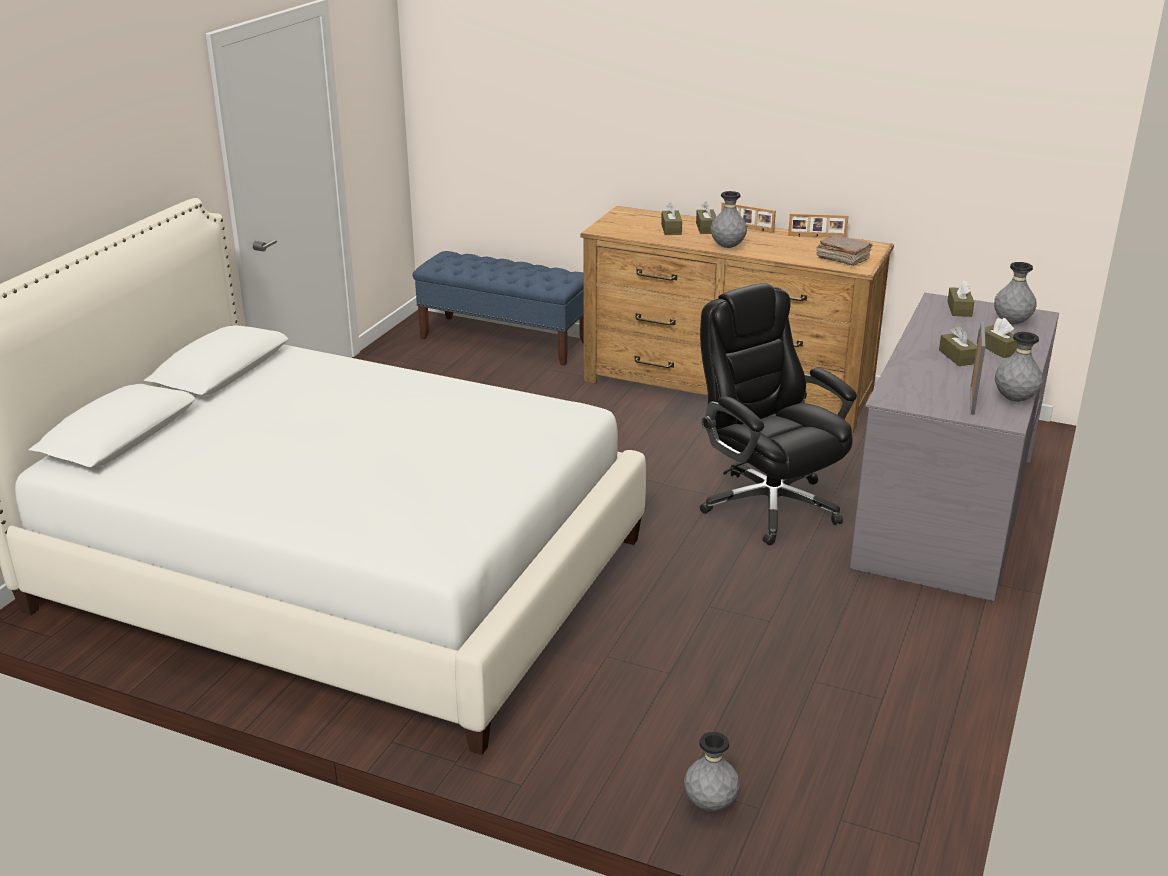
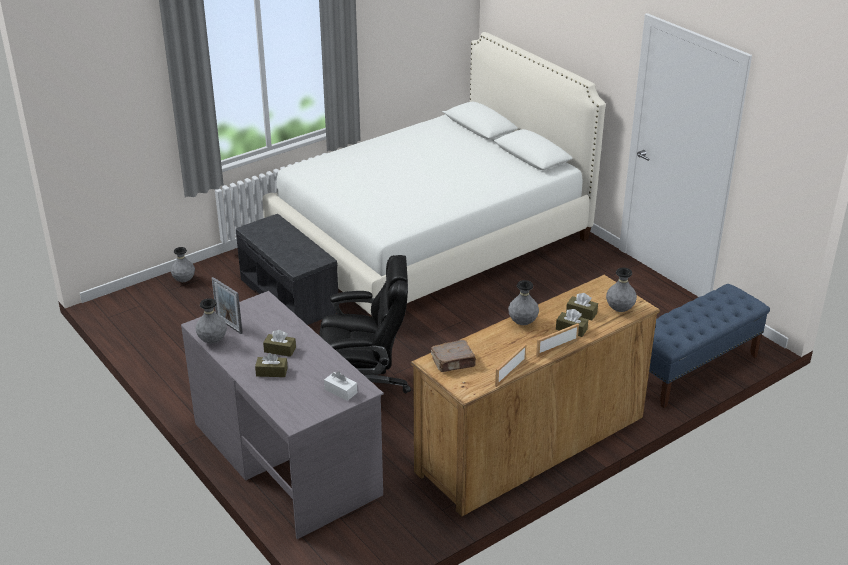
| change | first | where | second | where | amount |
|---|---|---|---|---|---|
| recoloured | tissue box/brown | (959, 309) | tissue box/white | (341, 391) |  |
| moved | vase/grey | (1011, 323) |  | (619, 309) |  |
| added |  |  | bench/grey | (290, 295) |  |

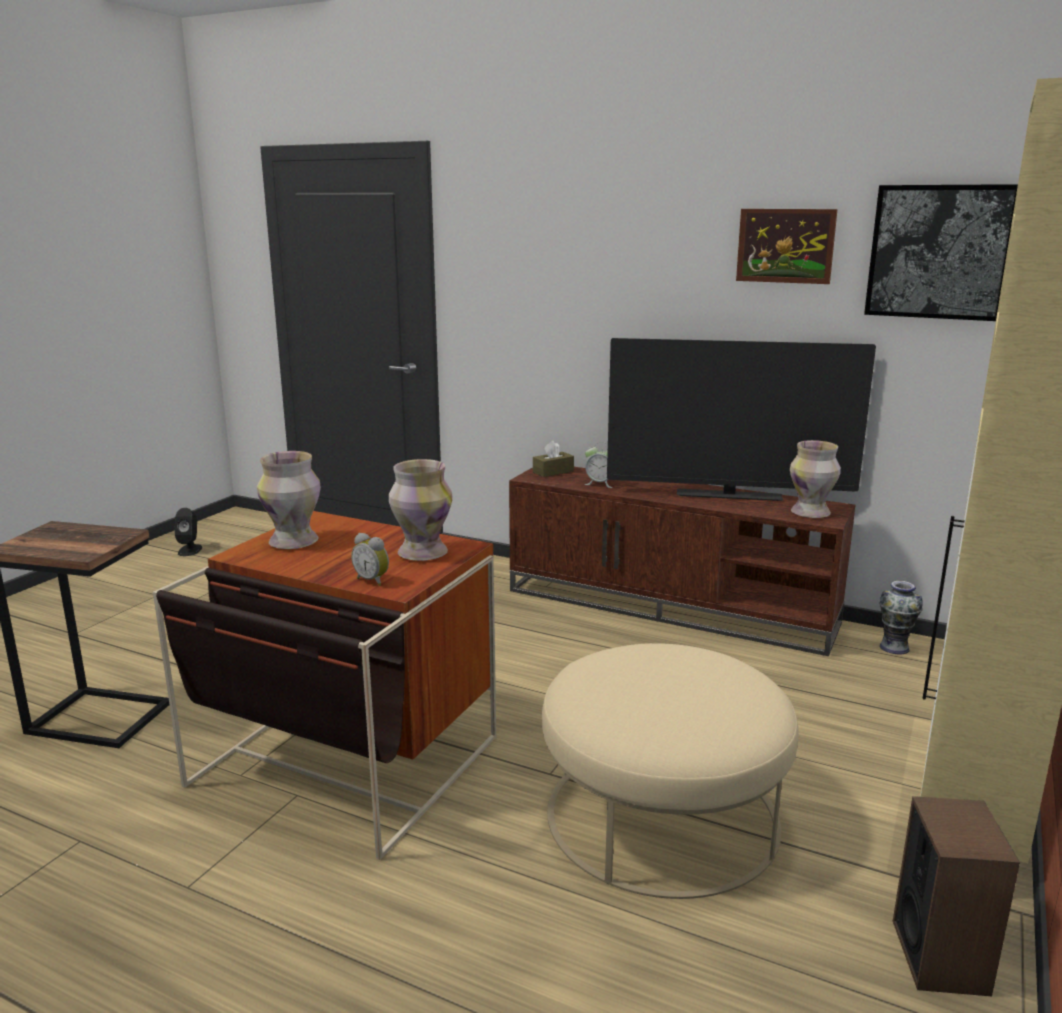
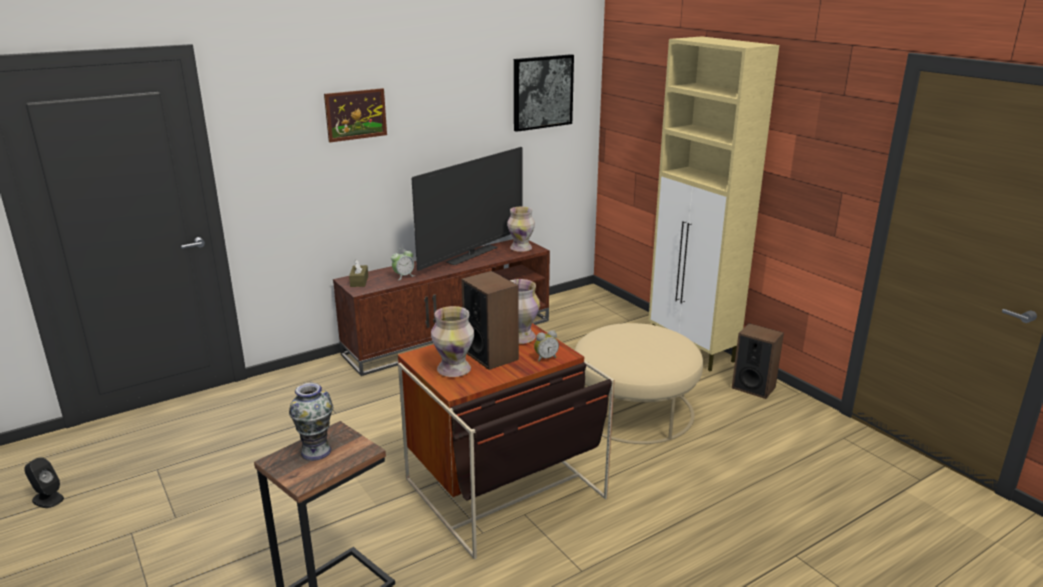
| change | first | where | second | where | amount |
|---|---|---|---|---|---|
| moved | picture | (785, 246) |  | (356, 114) |  |
| moved | vase | (894, 647) |  | (316, 451) |  |
| added |  |  | speaker | (491, 355) |  |

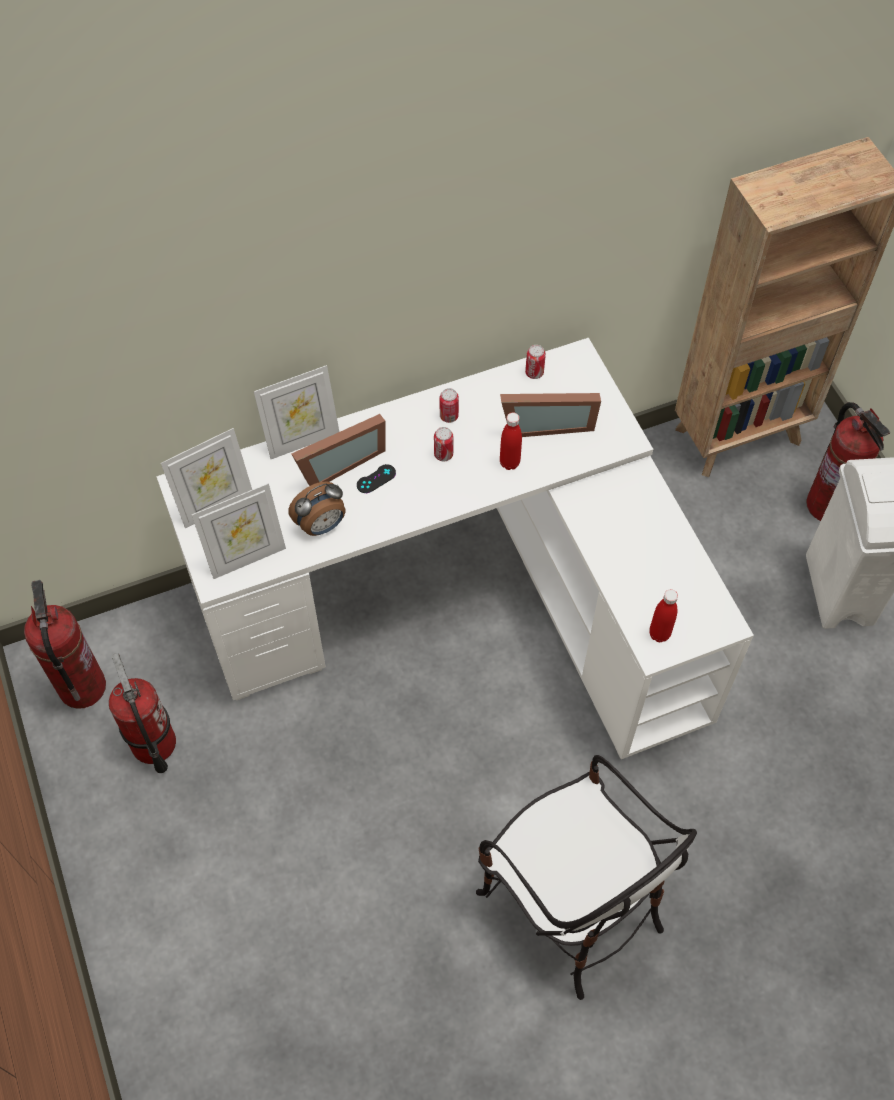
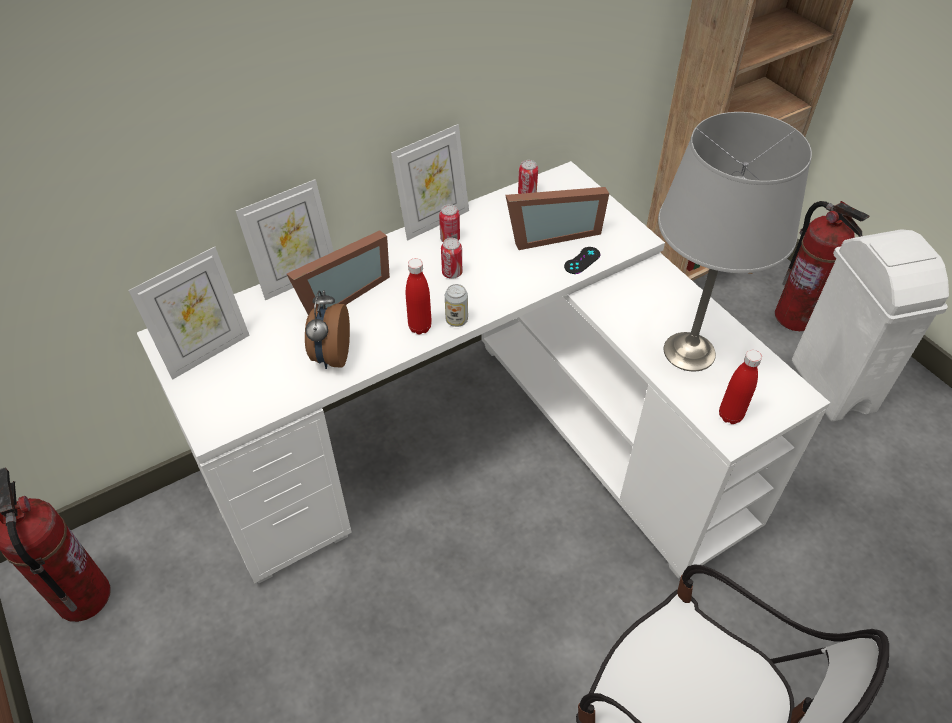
| change | first | where | second | where | amount |
|---|---|---|---|---|---|
| removed | fire extinguisher | (153, 744) |  |  |  |
| moved | picture frame | (246, 557) |  | (434, 221) |  |
| turned | alarm clock | (321, 525) |  | (331, 356) | 135 degrees clockwise |
| moved | game controller/black | (376, 479) |  | (582, 260) |  |
| moved | bottle/red | (509, 463) |  | (420, 327) |  |
| added |  |  | can | (456, 320) |  |
| added |  |  | table lamp/grey | (688, 351) |  |

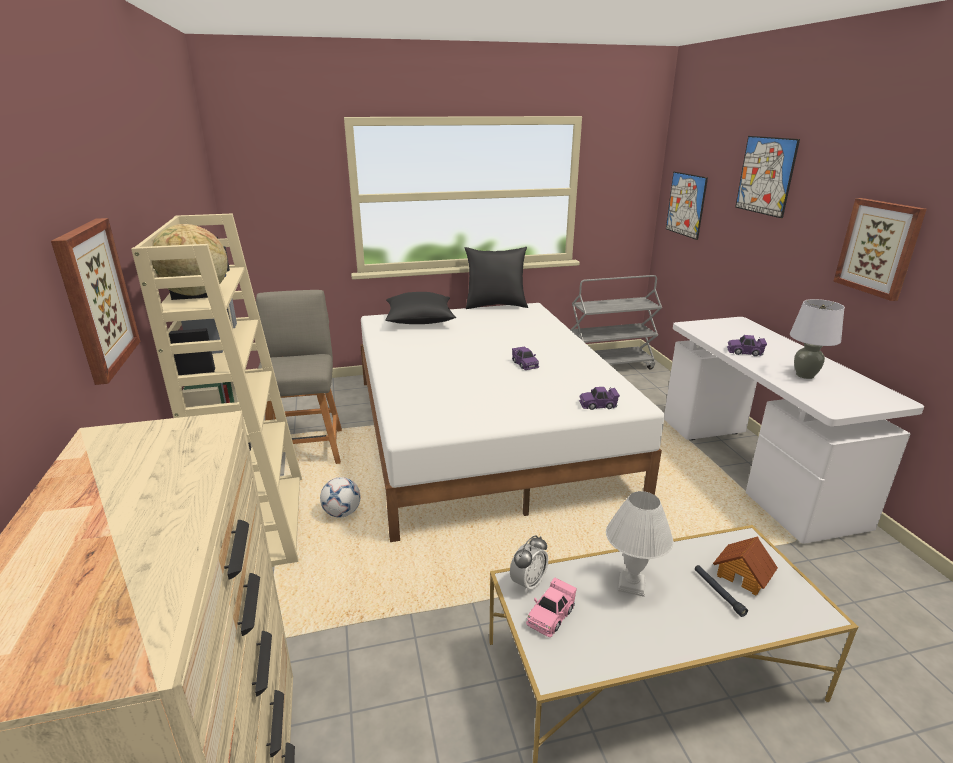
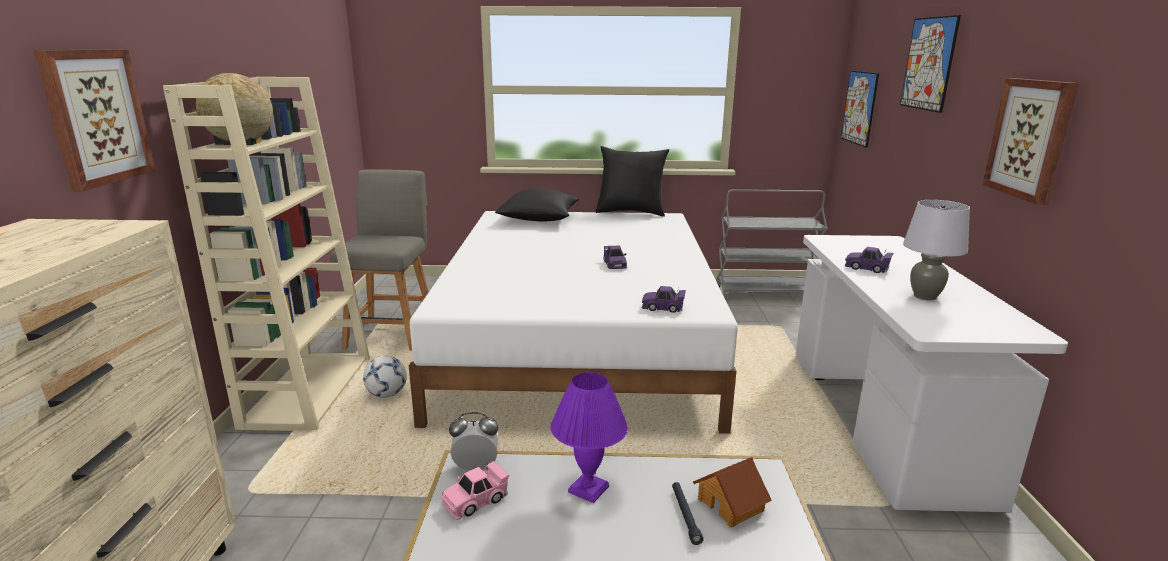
| change | first | where | second | where | amount |
|---|---|---|---|---|---|
| turned | alarm clock | (528, 583) |  | (476, 467) | 150 degrees counterclockwise |
| recoloured | table lamp/white | (631, 584) | table lamp/purple | (588, 488) |  |

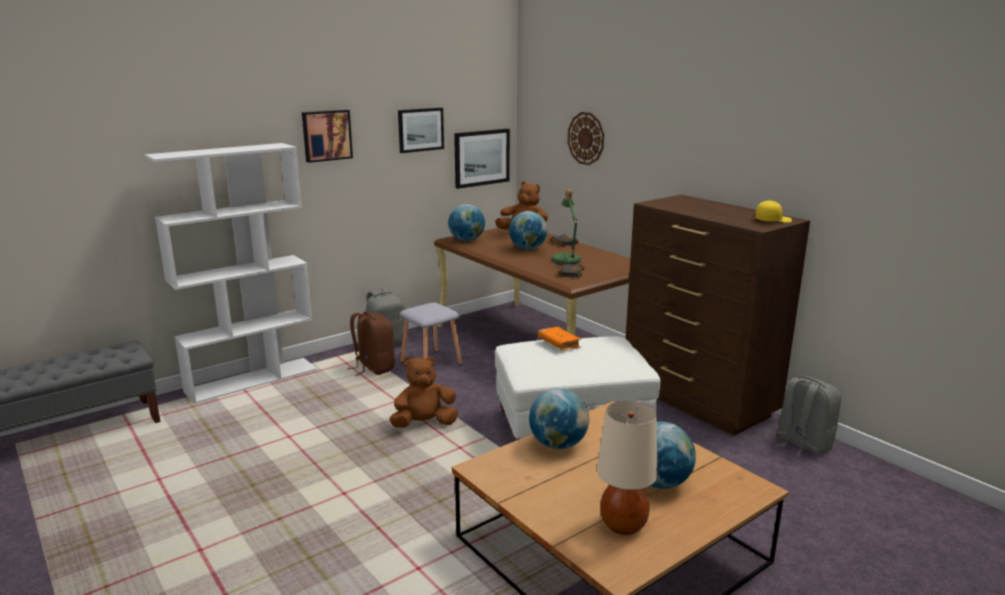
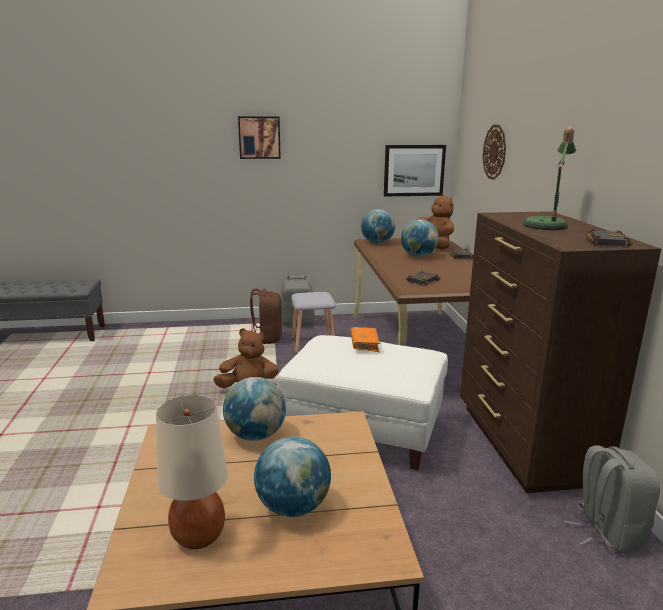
| change | first | where | second | where | amount |
|---|---|---|---|---|---|
| removed | bookcase/white | (252, 380) |  |  |  |
| removed | picture | (420, 129) |  |  |  |
| moved | table lamp | (566, 259) |  | (547, 224) |  |
| replaced | cap/yellow | (772, 220) | book/black | (604, 242) |  |

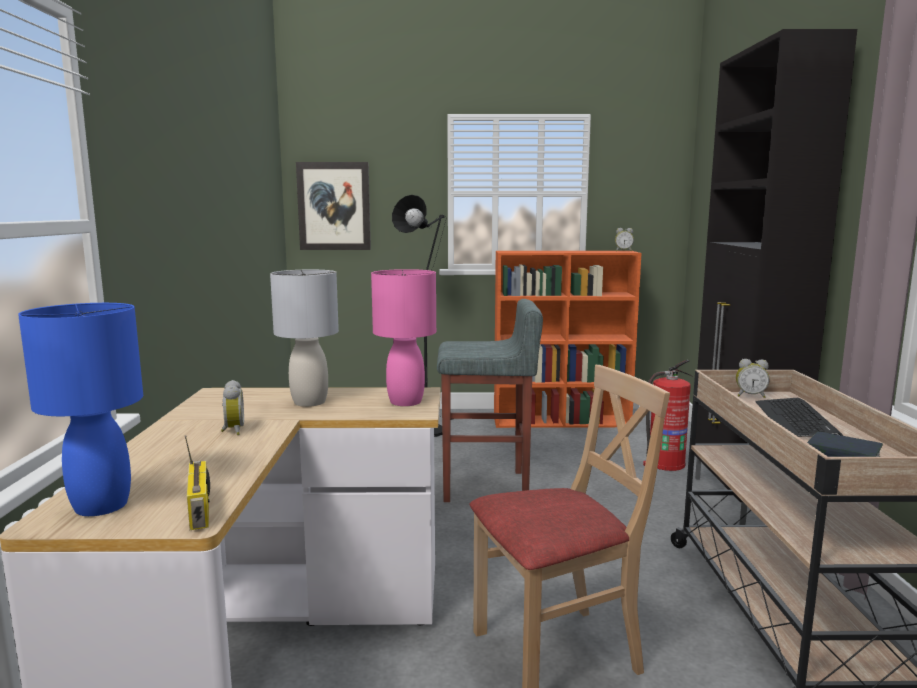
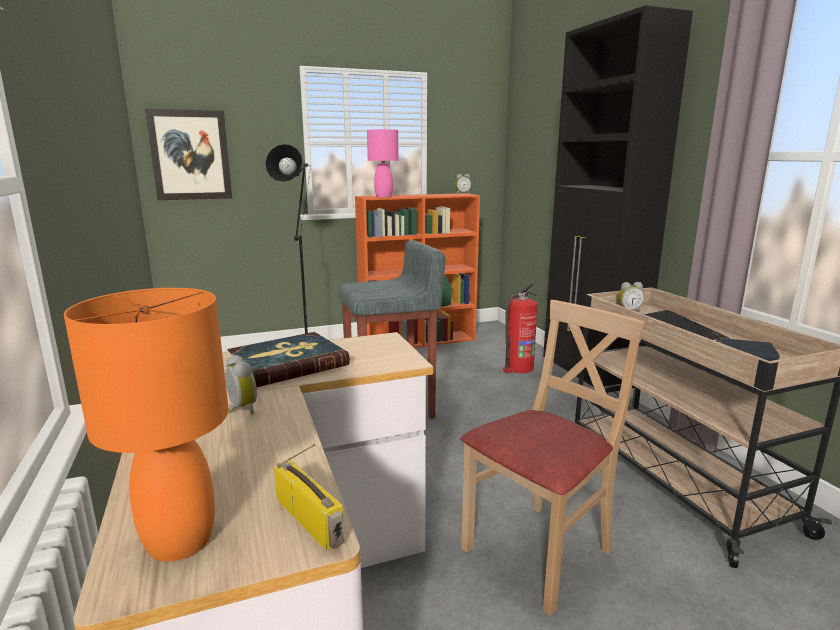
| change | first | where | second | where | amount |
|---|---|---|---|---|---|
| recoloured | table lamp/blue | (102, 506) | table lamp/orange | (181, 541) |  |
| replaced | table lamp/grey | (309, 402) | book | (288, 363) |  |
| moved | table lamp/pink | (405, 402) |  | (383, 196) |  |

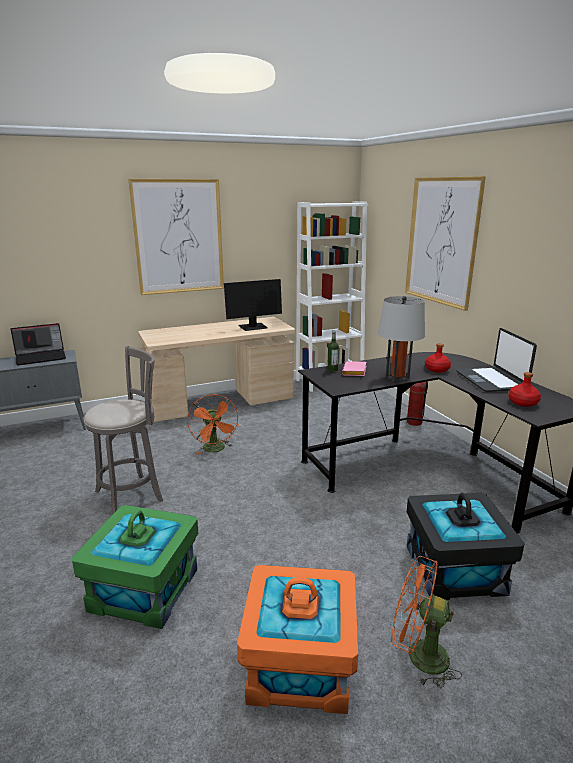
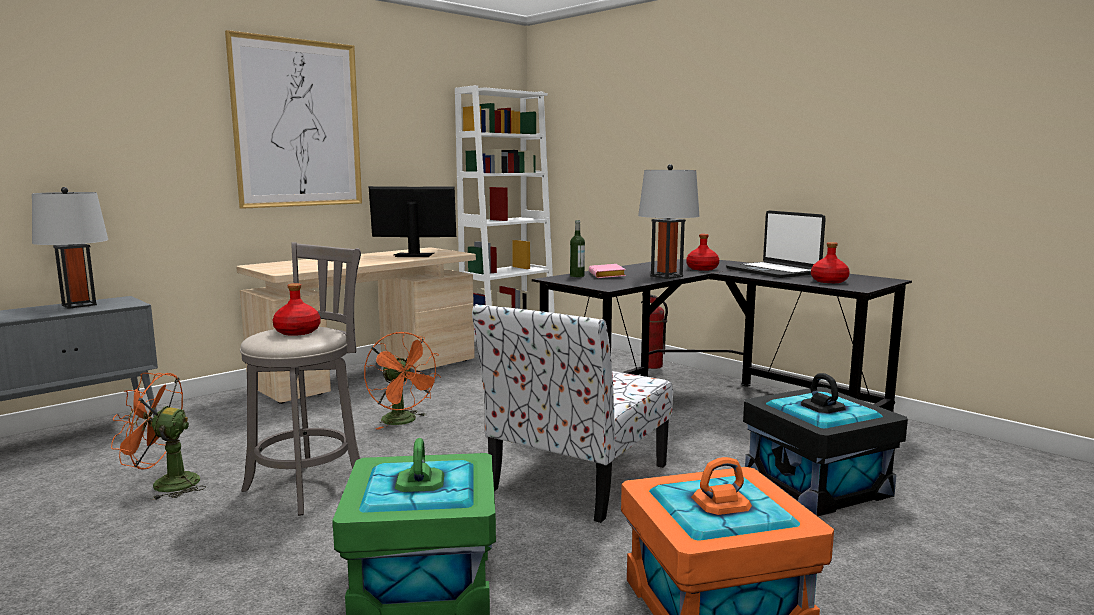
| change | first | where | second | where | amount |
|---|---|---|---|---|---|
| replaced | laptop | (41, 357) | table lamp/grey | (79, 305) |  |
| turned | monitor | (253, 327) |  | (414, 255) | 135 degrees counterclockwise |
| moved | fan/orange | (418, 656) |  | (165, 484) |  |
| removed | picture | (441, 241) |  |  |  |
| added |  |  | bottle/red | (298, 332) |  |
| added |  |  | chair | (576, 479) |  |

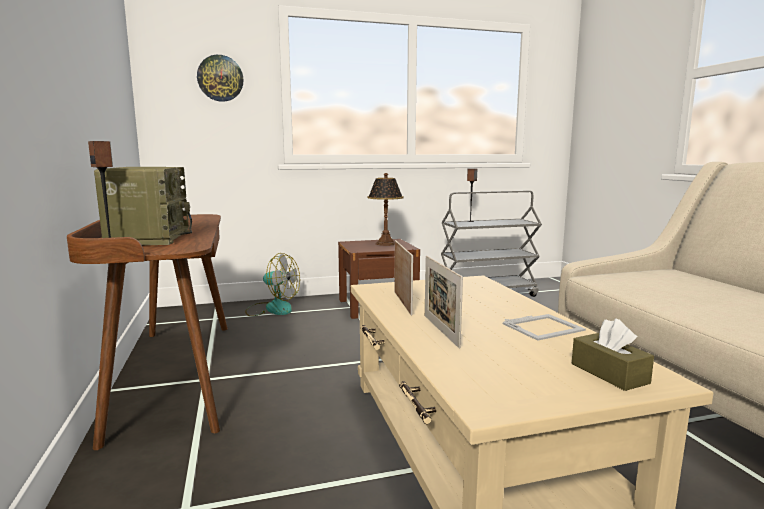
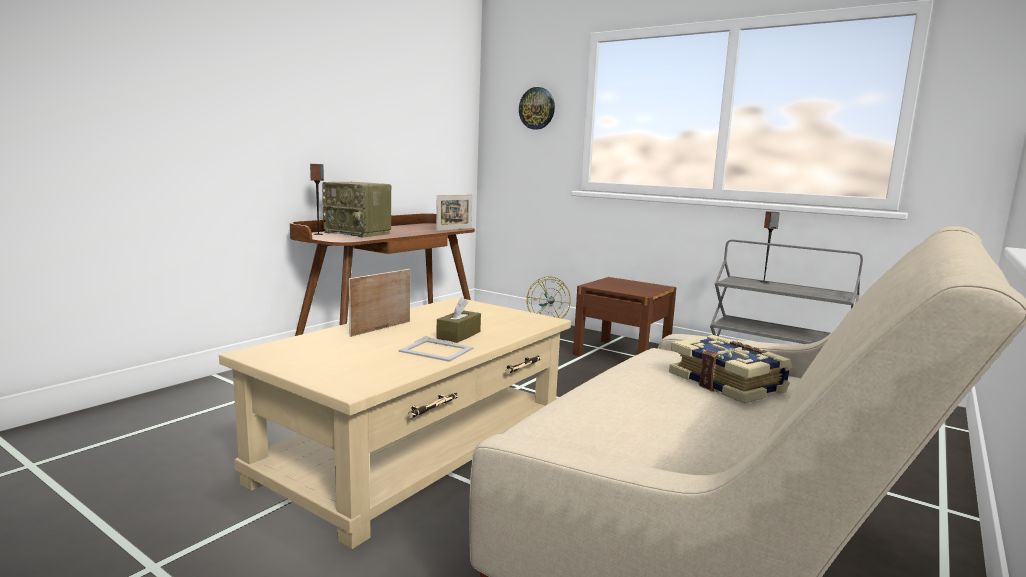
| change | first | where | second | where | amount |
|---|---|---|---|---|---|
| turned | radio | (149, 238) |  | (359, 233) | 75 degrees clockwise |
| removed | table lamp | (385, 243) |  |  |  |
| moved | picture frame | (402, 302) |  | (454, 229) |  |
| moved | tissue box/brown | (609, 373) |  | (458, 335) |  |
| added |  |  | book | (728, 383) |  |

